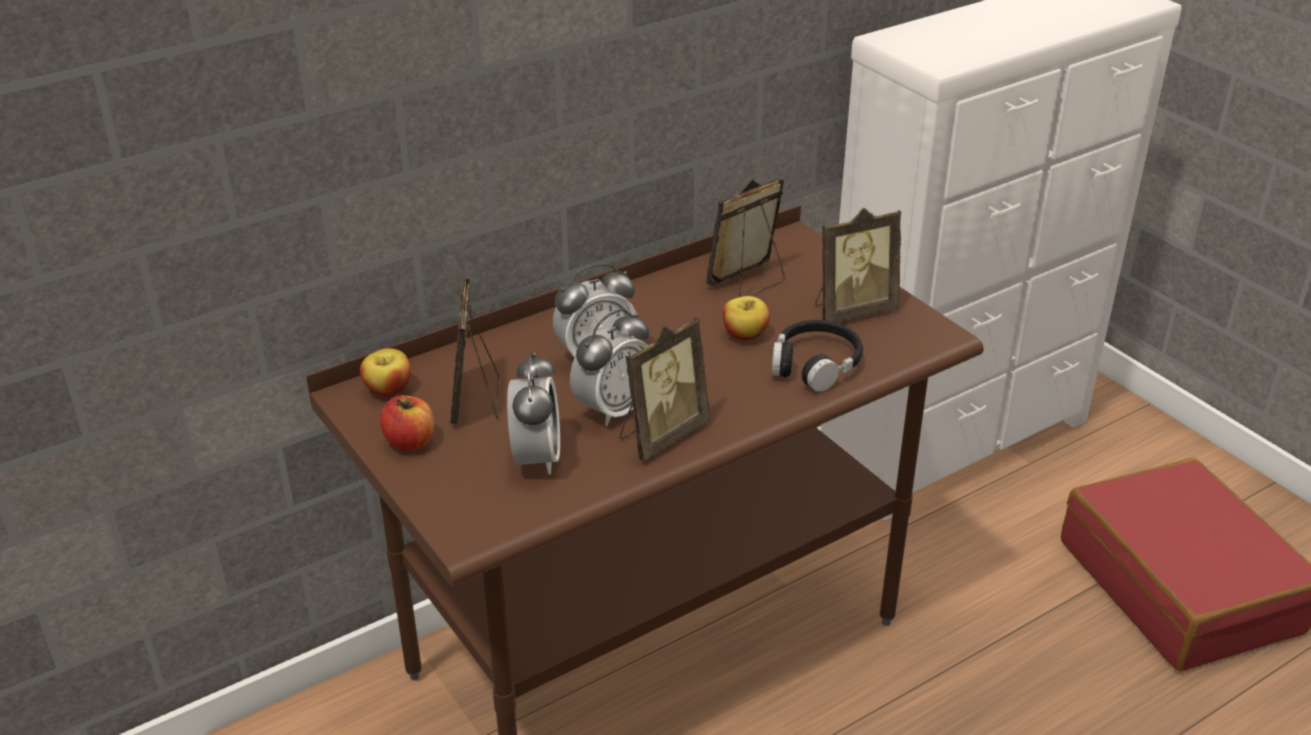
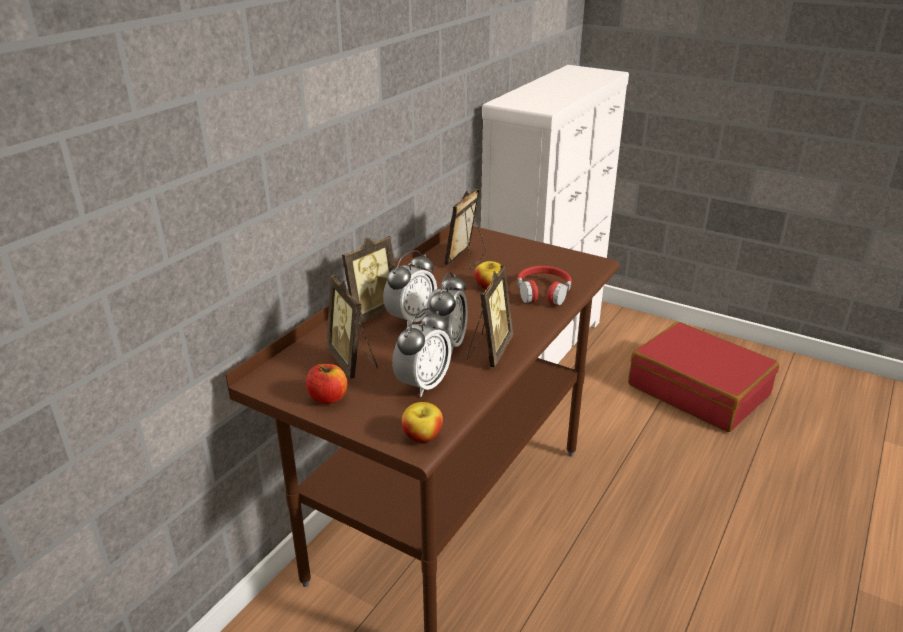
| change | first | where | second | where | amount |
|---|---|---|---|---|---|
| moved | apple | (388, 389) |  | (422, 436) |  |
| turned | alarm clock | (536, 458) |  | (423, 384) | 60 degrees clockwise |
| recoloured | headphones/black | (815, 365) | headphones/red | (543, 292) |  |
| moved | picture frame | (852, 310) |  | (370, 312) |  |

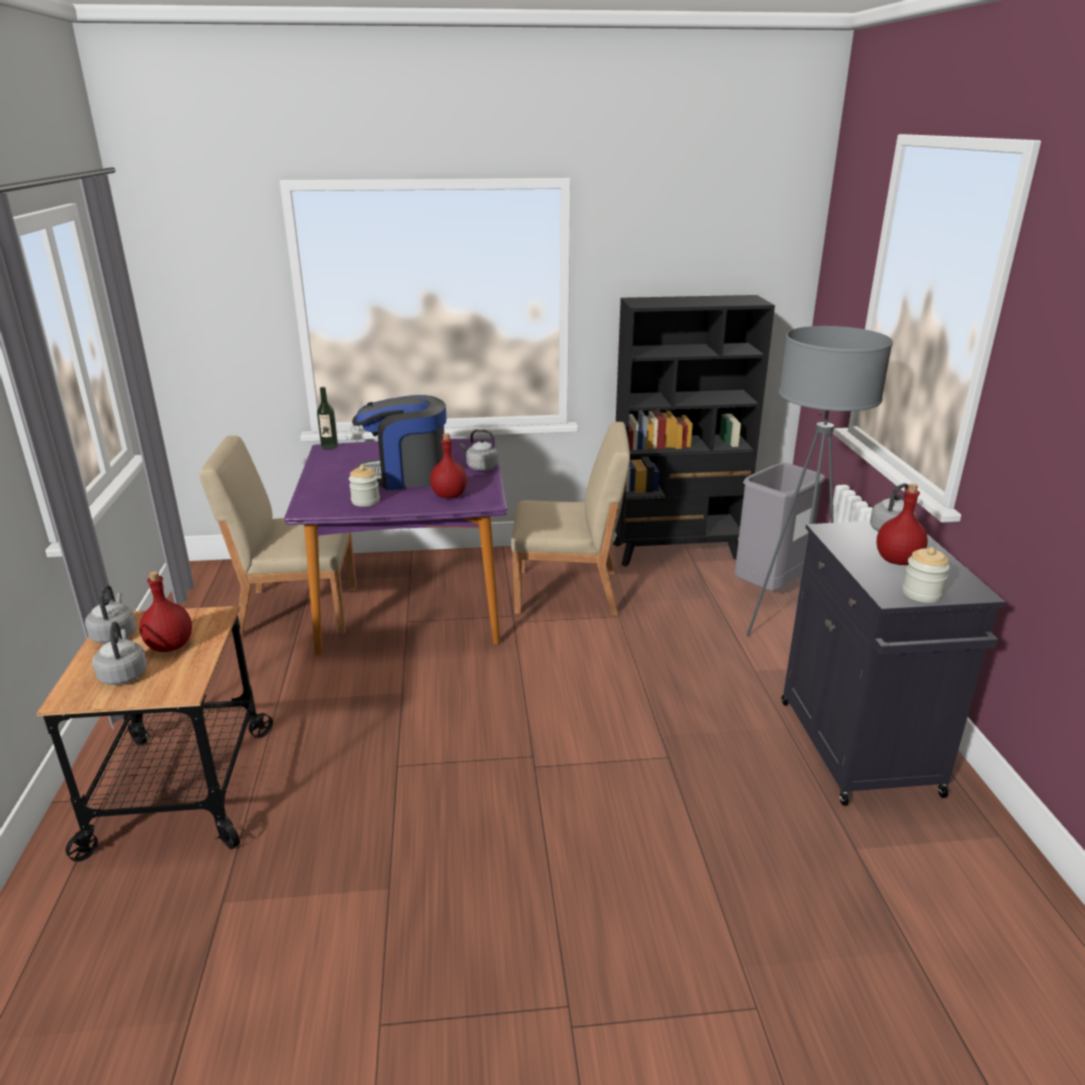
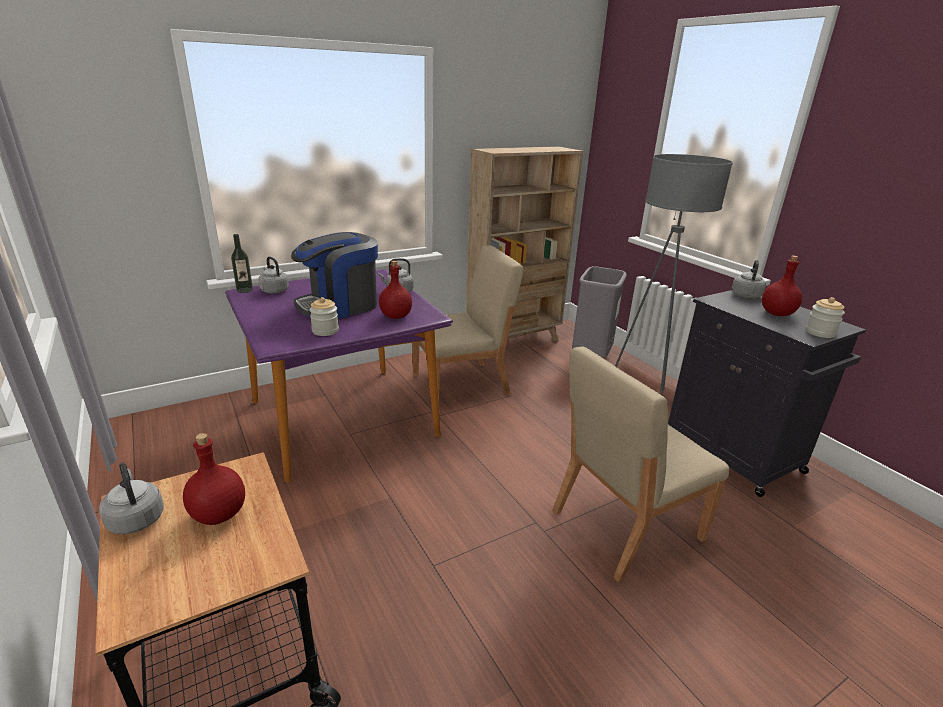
| change | first | where | second | where | amount |
|---|---|---|---|---|---|
| moved | kettle/grey | (124, 674) |  | (274, 290) |  |
| moved | chair/beige | (297, 611) |  | (624, 525) |  |
| recoloured | bookcase/black | (677, 552) | bookcase/beige | (514, 342) |  |

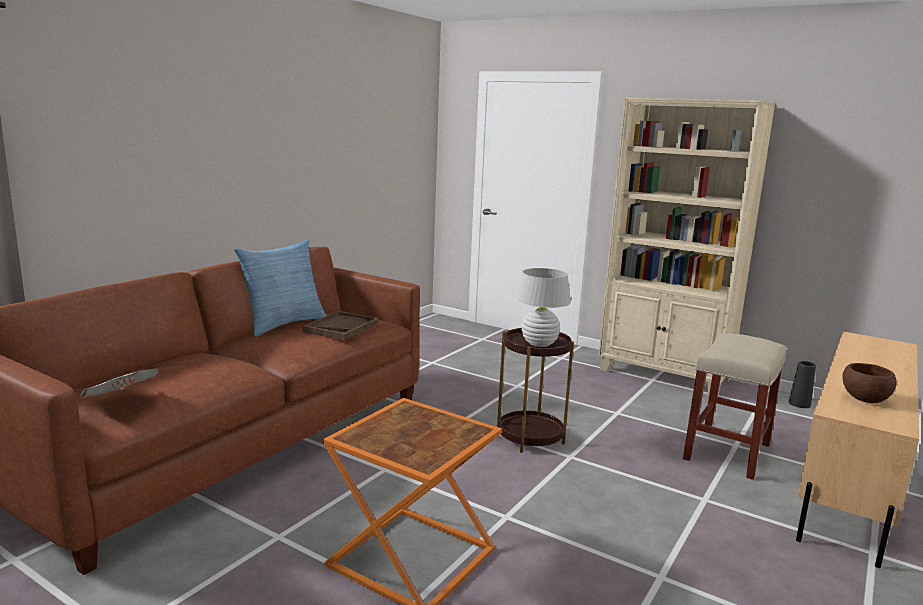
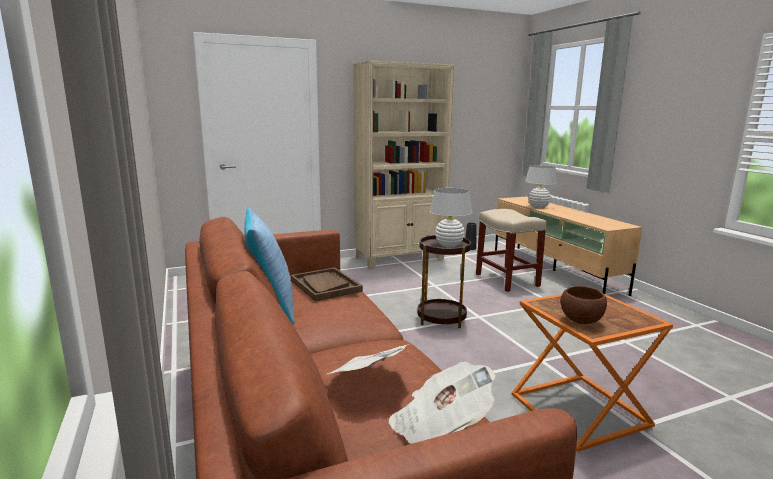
| change | first | where | second | where | amount |
|---|---|---|---|---|---|
| moved | bowl/brown | (866, 400) |  | (581, 321) |  |
| added |  |  | newspaper | (368, 380) |  |
| added |  |  | table lamp/white | (538, 207) |  |

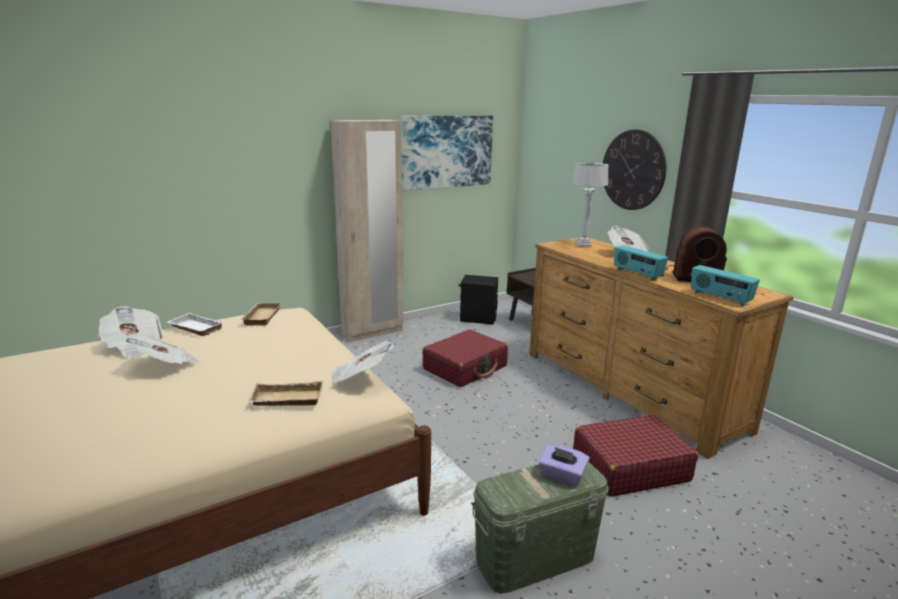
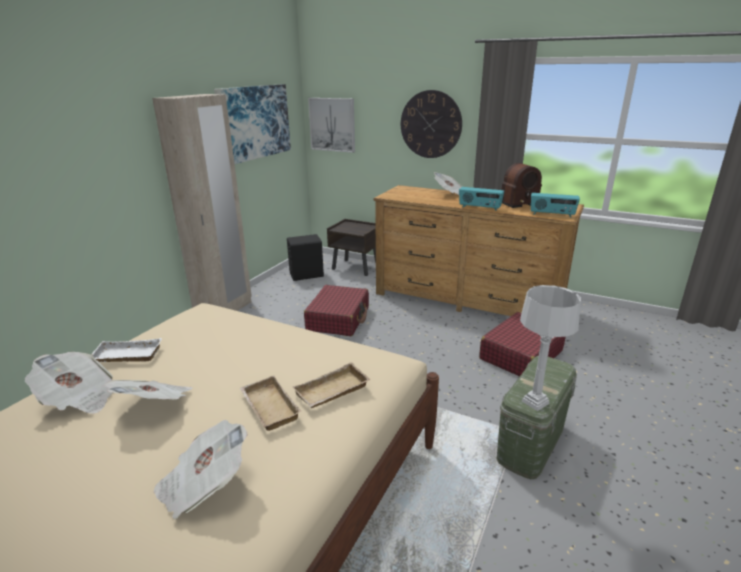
| change | first | where | second | where | amount |
|---|---|---|---|---|---|
| moved | tray/beige | (260, 317) |  | (267, 407) |  |
| moved | newspaper | (360, 377) |  | (203, 485) |  |
| removed | tissue box/purple | (562, 476) |  |  |  |
| moved | table lamp/grey | (583, 244) |  | (535, 402) |  |
| added |  |  | picture | (332, 124) |  |

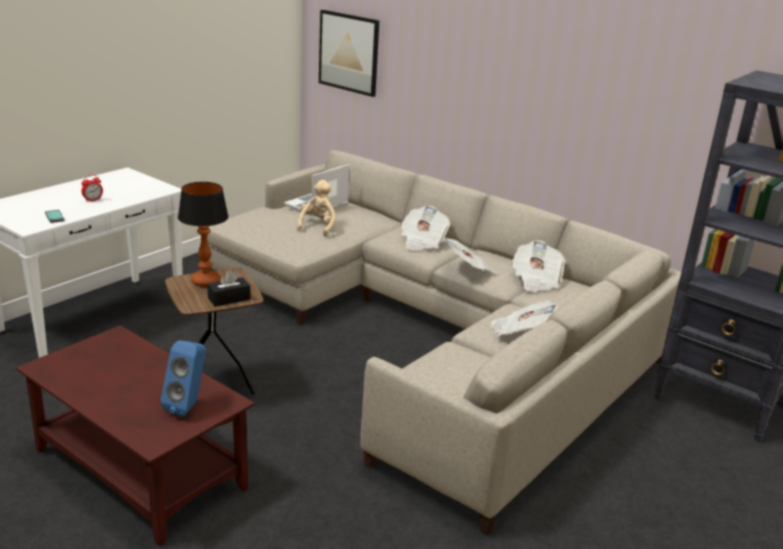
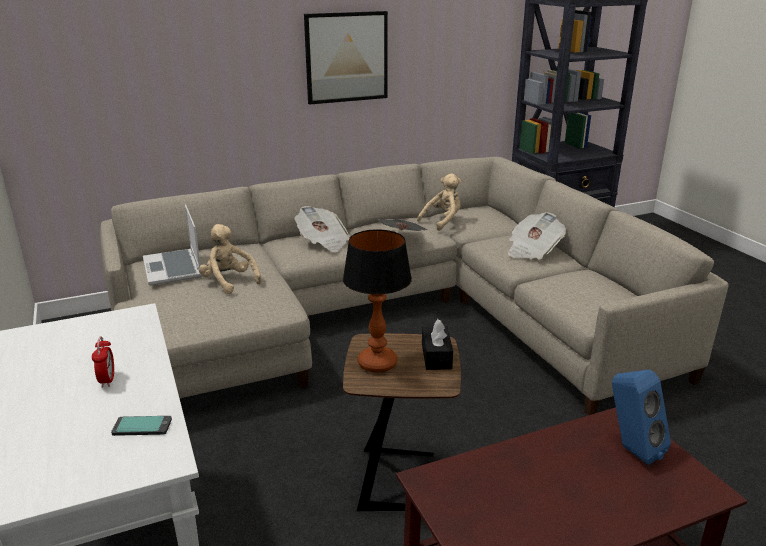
| change | first | where | second | where | amount |
|---|---|---|---|---|---|
| moved | picture | (349, 52) |  | (346, 57) |  |
| replaced | newspaper | (535, 280) | plush toy/beige | (443, 221) |  |

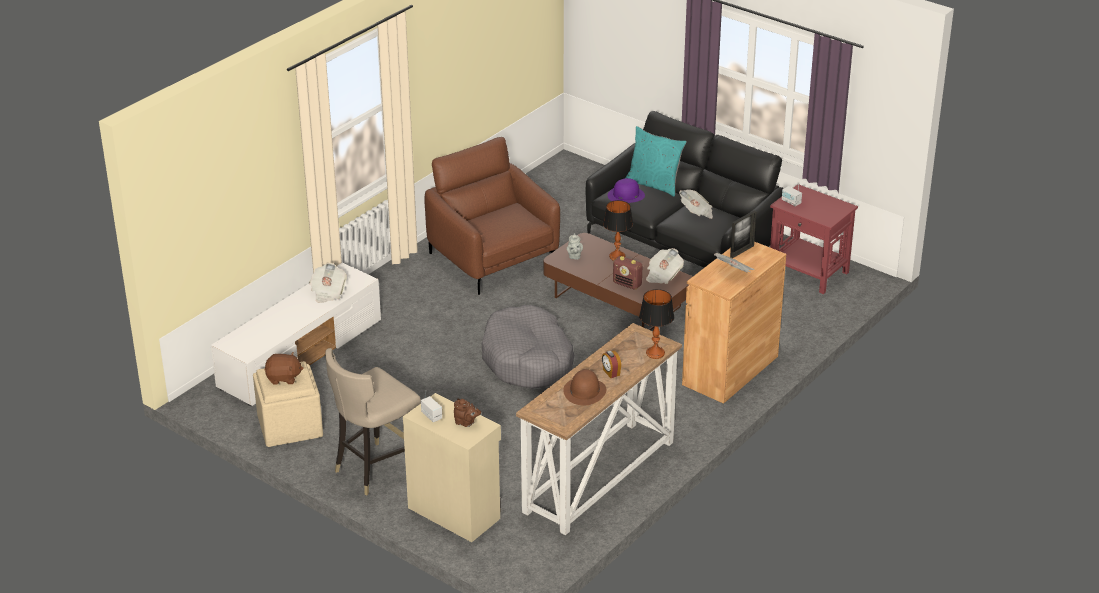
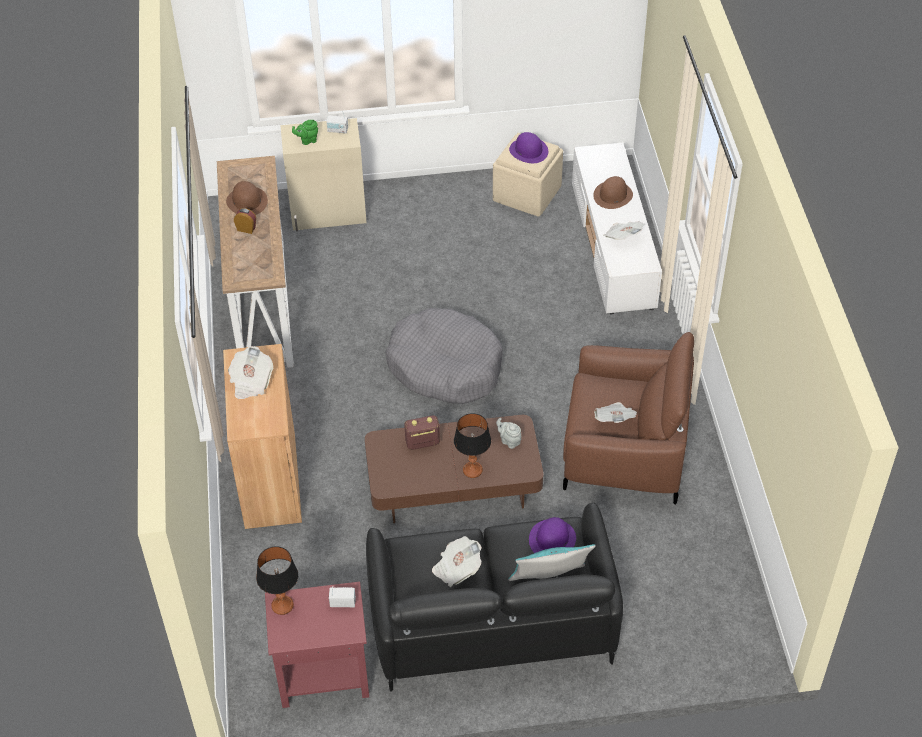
| change | first | where | second | where | amount |
|---|---|---|---|---|---|
| replaced | plush toy/brown | (283, 378) | hat/purple | (529, 150) |  |
| removed | stool/beige | (375, 469) |  |  |  |
| recoloured | teapot/brown | (466, 423) | teapot/green | (307, 140) |  |
| moved | table lamp | (655, 353) |  | (282, 606) |  |
| moved | newspaper | (663, 275) |  | (614, 420) |  |
| removed | picture frame | (742, 251) |  |  |  |
| added |  |  | hat/brown | (613, 195) |  |

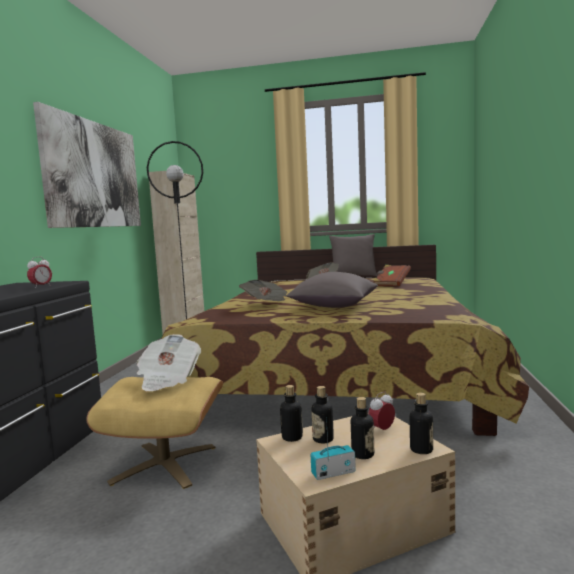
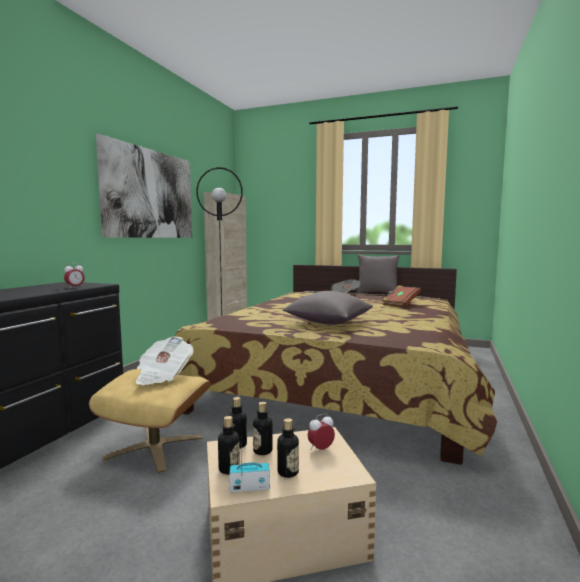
| change | first | where | second | where | amount |
|---|---|---|---|---|---|
| removed | newspaper | (266, 305) |  |  |  |
| moved | bottle | (421, 449) |  | (229, 469) |  |

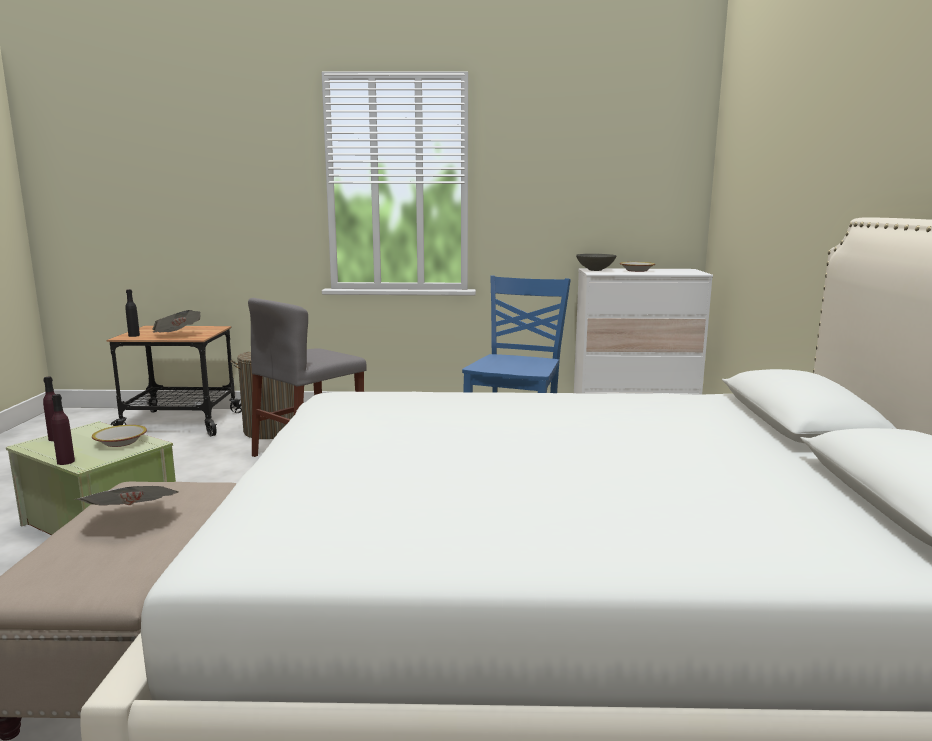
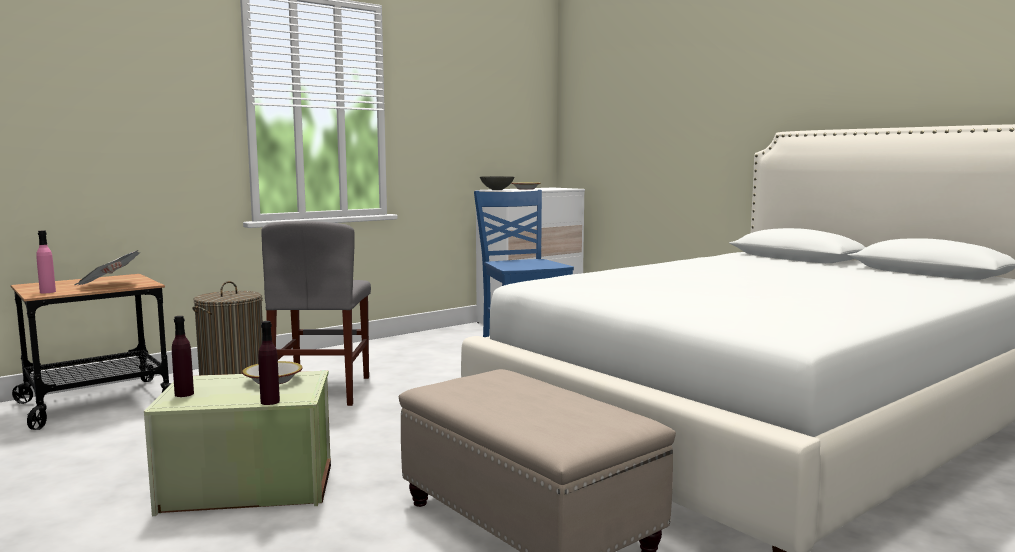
| change | first | where | second | where | amount |
|---|---|---|---|---|---|
| removed | newspaper | (133, 519) |  |  |  |
| recoloured | bottle/black | (134, 335) | bottle/pink | (47, 292) |  |

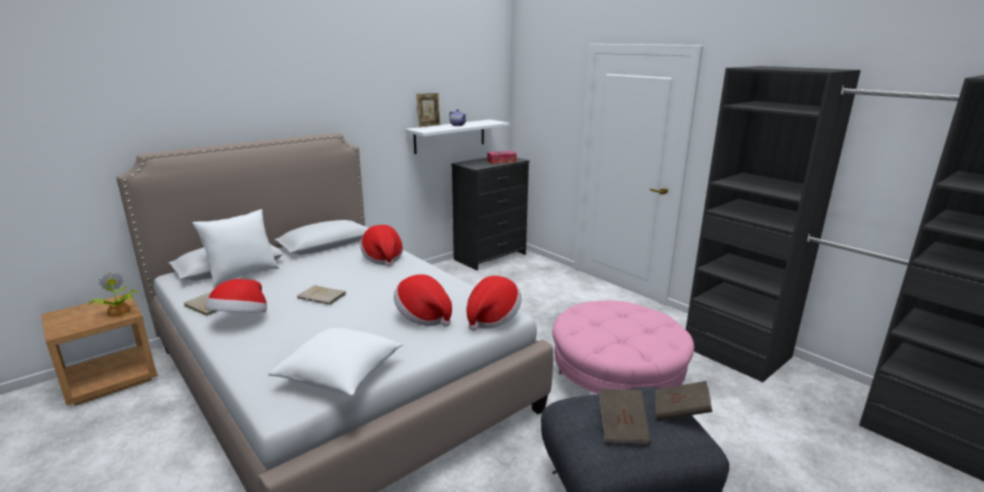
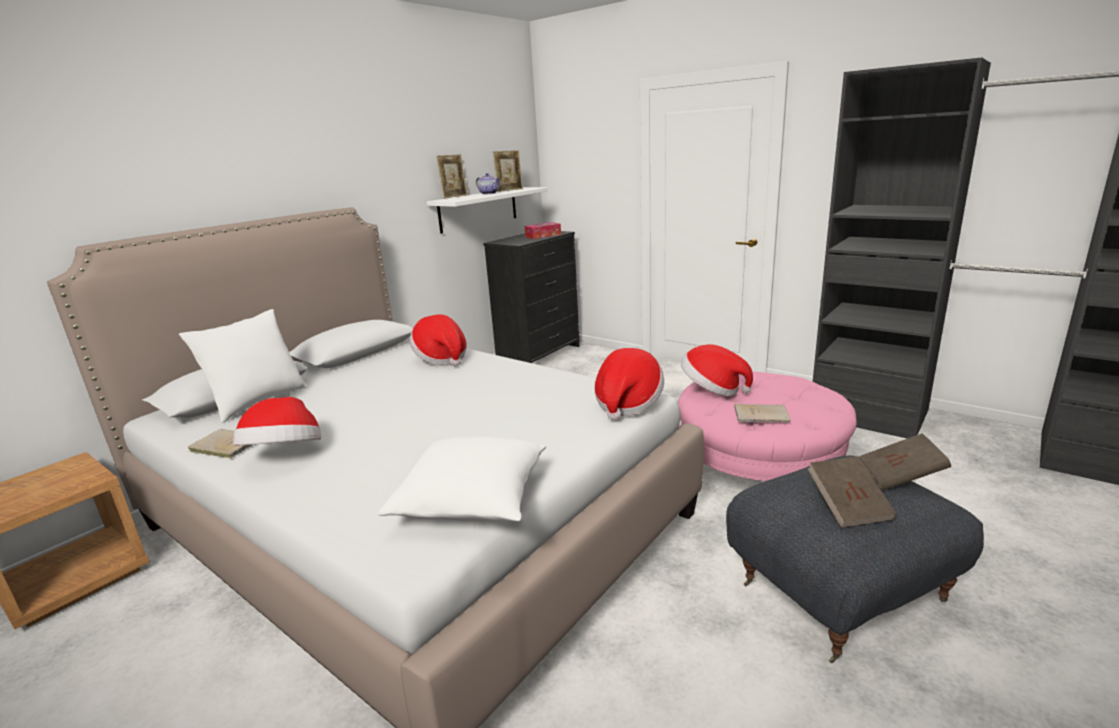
| change | first | where | second | where | amount |
|---|---|---|---|---|---|
| removed | potted plant | (118, 312) |  |  |  |
| moved | book/beige | (323, 297) |  | (763, 415) |  |
| moved | hat | (423, 317) |  | (712, 389) |  |
| added |  |  | picture frame | (510, 190) |  |

